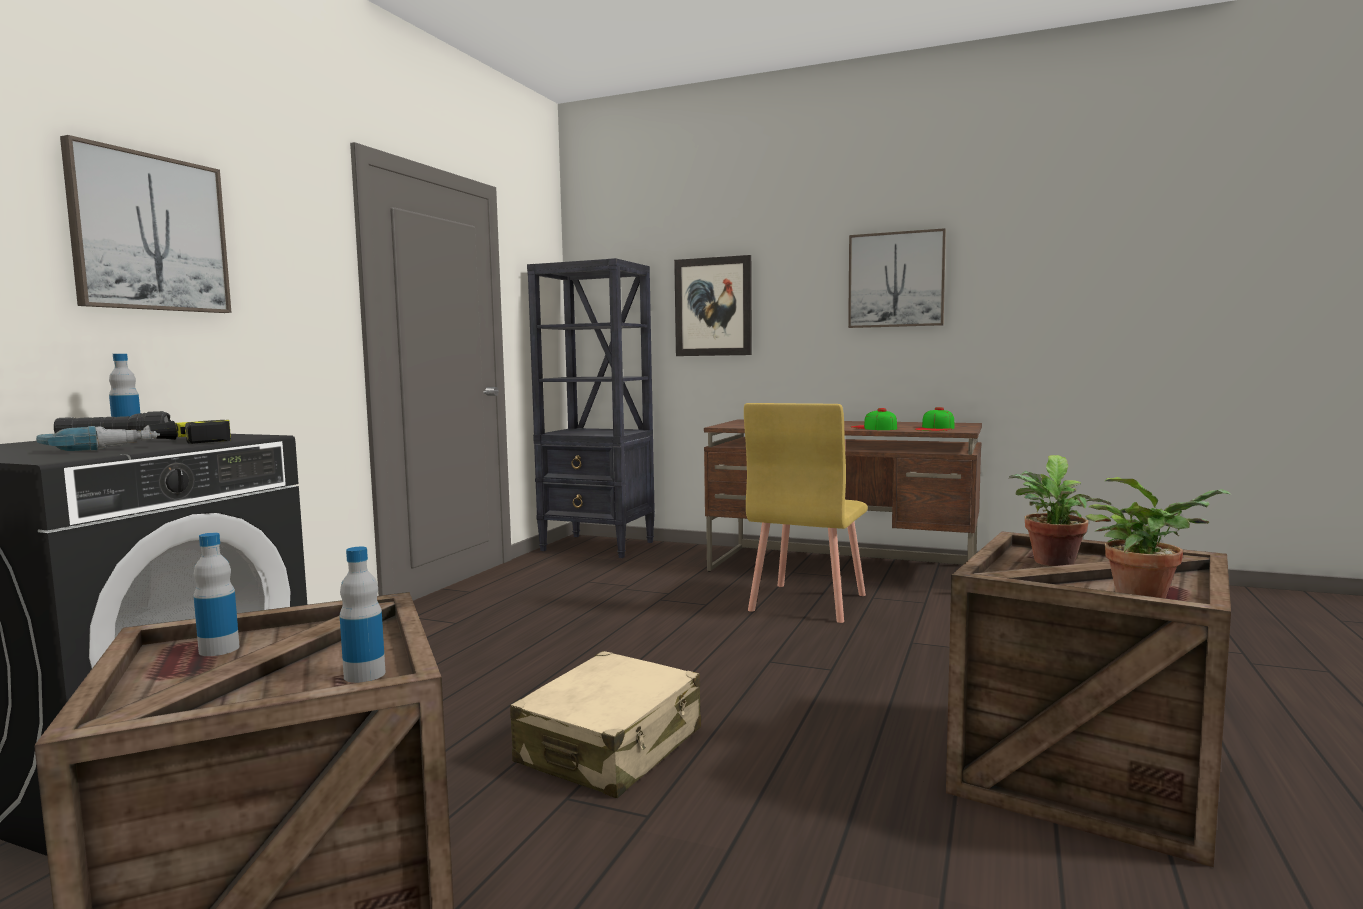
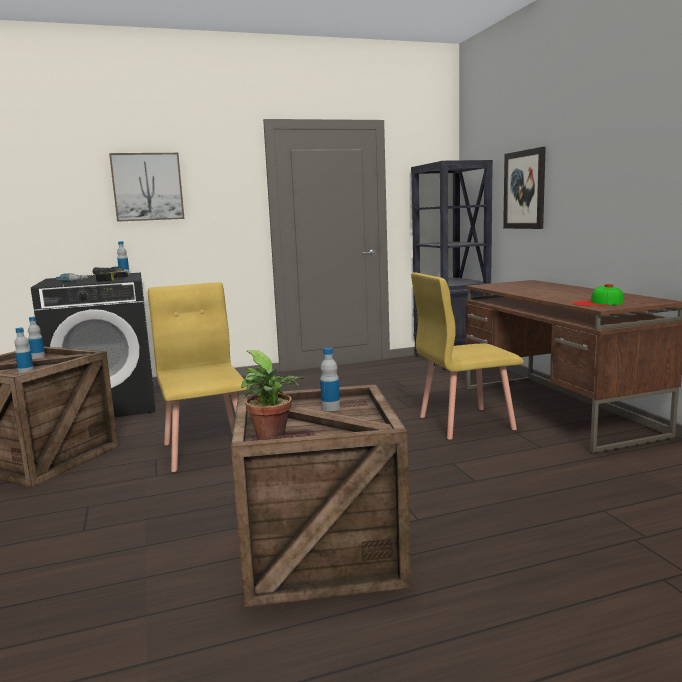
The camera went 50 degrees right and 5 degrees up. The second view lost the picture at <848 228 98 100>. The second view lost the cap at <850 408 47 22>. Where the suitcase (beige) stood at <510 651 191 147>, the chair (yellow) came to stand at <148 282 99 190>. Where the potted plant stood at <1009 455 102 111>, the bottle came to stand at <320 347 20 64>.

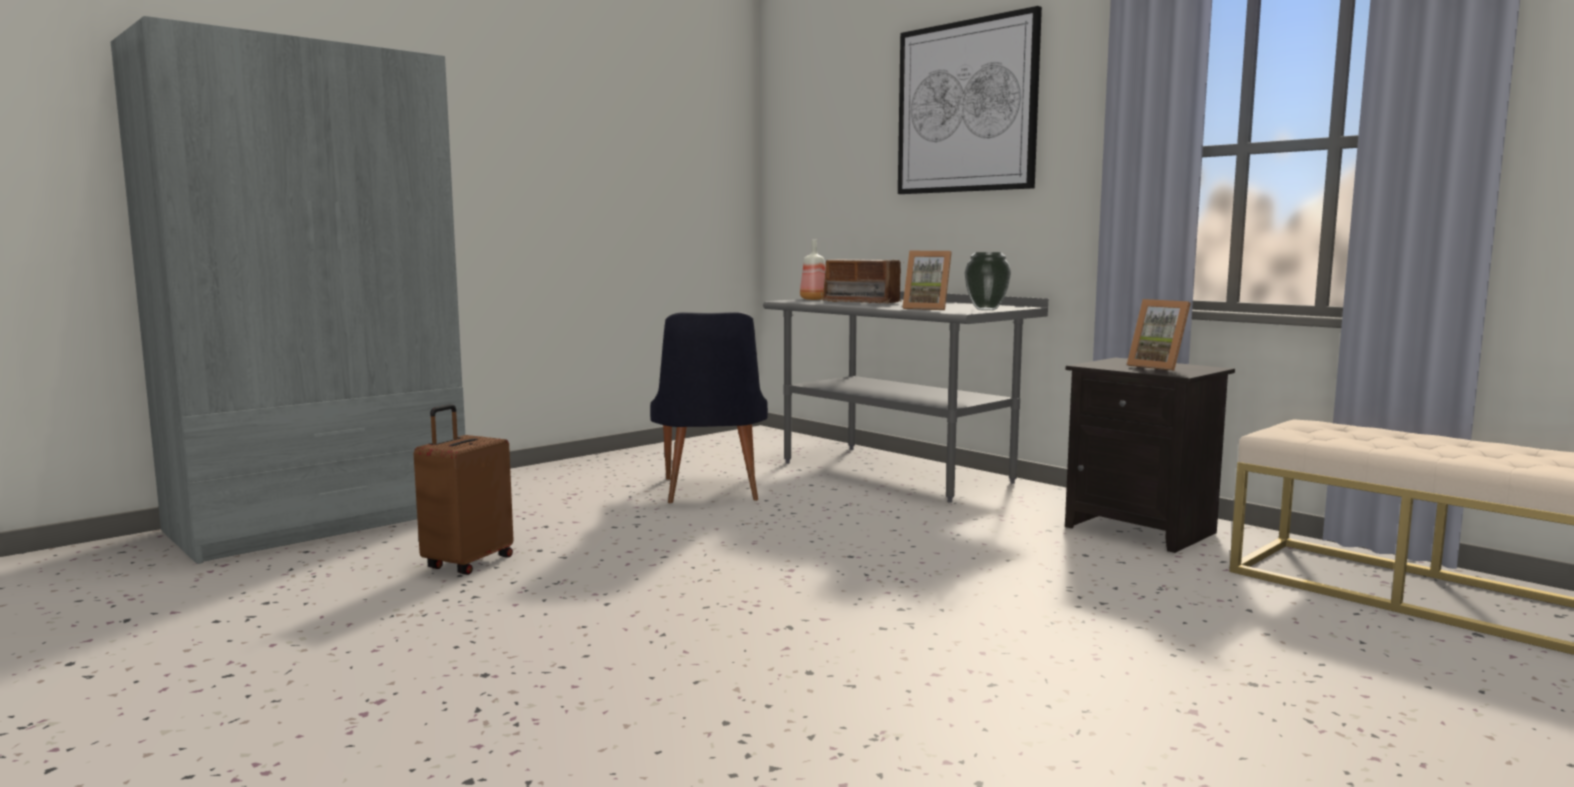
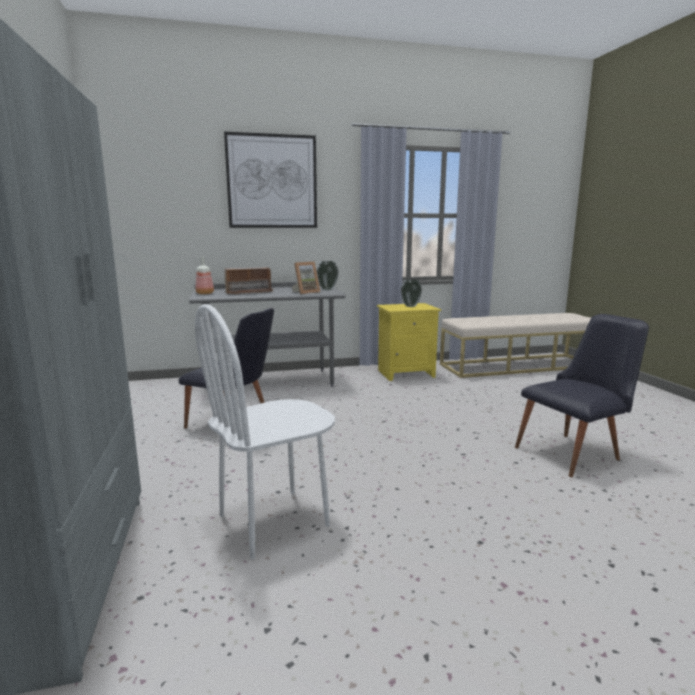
The camera went 60 degrees left and 5 degrees up. The second view gained the chair (black) at <515 314 134 163>. Where the suitcase (brown) stood at <414 404 99 171>, the chair (white) came to stand at <195 304 140 256>. Where the picture frame stood at <1127 299 64 72>, the vase came to stand at <401 279 21 28>. What was the nightstand (black) at <1065 358 170 195> turned into the nightstand (yellow) at <377 303 64 78>.

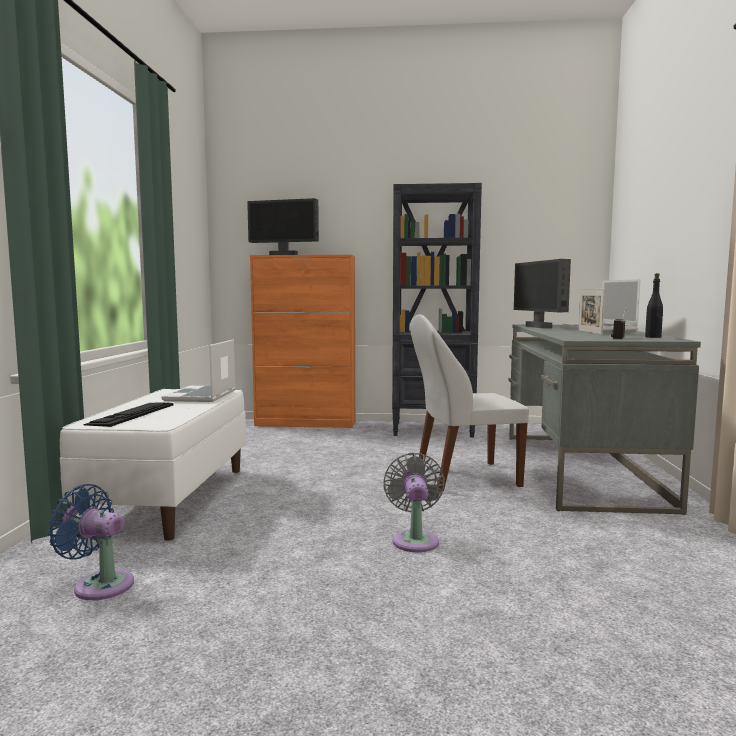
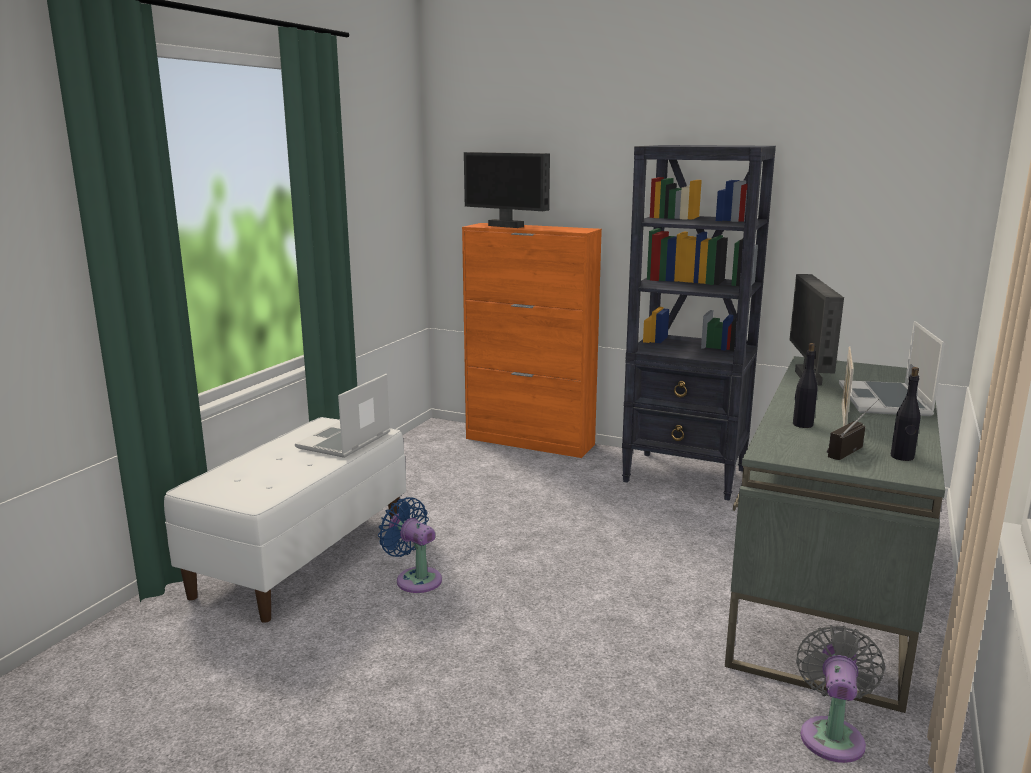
The camera went 20 degrees right and 10 degrees up. The second view lost the keyboard at <83 402 90 25>. The second view lost the chair (white) at <410 314 119 178>. The second view gained the bottle (black) at <793 343 24 85>. The fan (blue) ended up elsewhere, having gone from <47 484 87 116> to <378 497 64 96>. The fan (grey) ended up elsewhere, having gone from <383 453 62 99> to <796 625 89 138>.

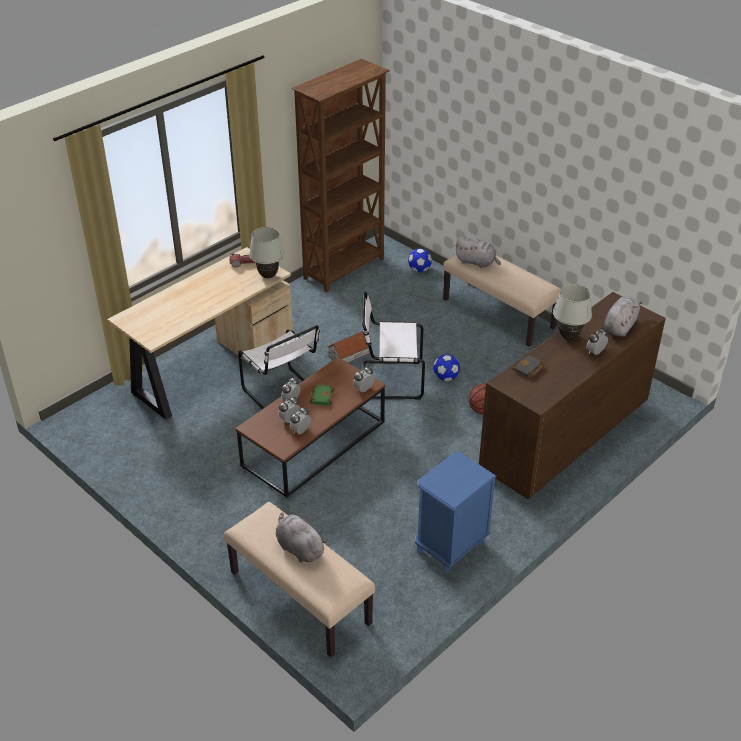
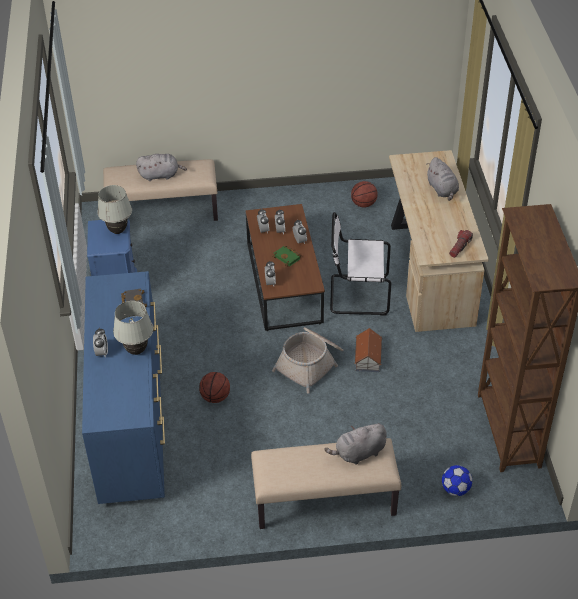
The camera went 130 degrees right and 5 degrees up. The second view lost the football at <433 354 27 27>. The second view gained the basketball at <351 181 27 27>. The table lamp (white) ended up elsewhere, having gone from <249 227 35 52> to <97 185 35 49>. The plush toy (grey) ended up elsewhere, having gone from <604 296 39 41> to <426 157 33 44>. Where the chair (white) stood at <362 292 63 107>, the basket came to stand at <272 327 71 67>. What was the dresser (brown) at <479 292 187 207> turned into the dresser (blue) at <82 271 83 233>.

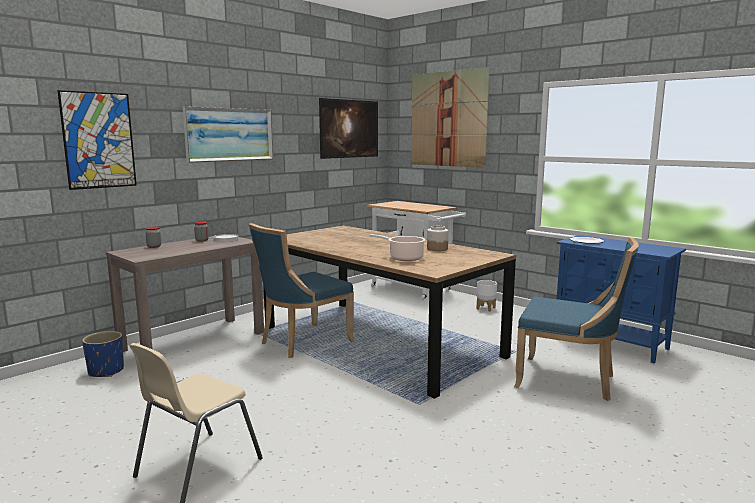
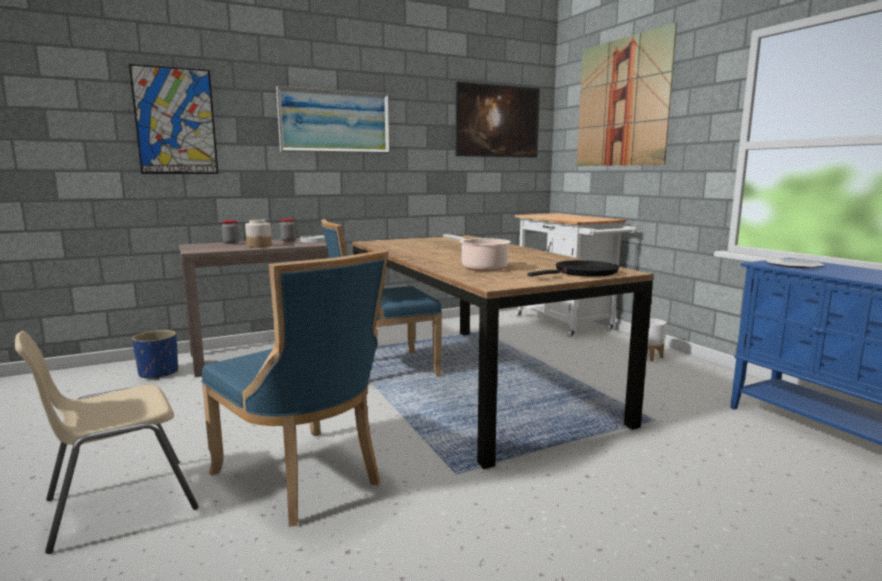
The camera went 20 degrees right and 0 degrees up. The second view gained the frying pan (black) at <528 260 91 17>. The jar ended up elsewhere, having gone from <427 226 21 25> to <245 219 27 29>. The chair (blue) ended up elsewhere, having gone from <514 237 125 164> to <201 250 188 277>.

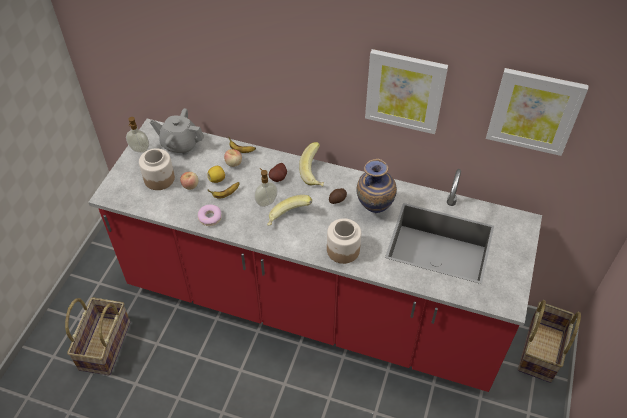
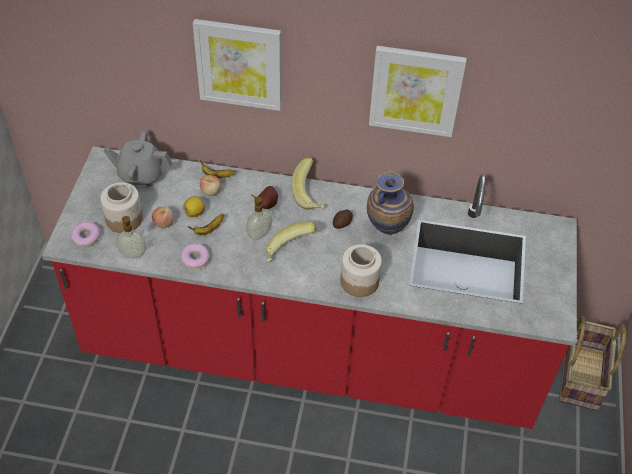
The camera went 10 degrees left and 0 degrees up. The second view lost the basket at <65 297 65 78>. The second view gained the donut at <71 221 29 26>. The soap dispenser ended up elsewhere, having gone from <126 117 23 36> to <116 216 30 42>. The picture ended up elsewhere, having gone from <486 68 103 88> to <193 19 89 92>.

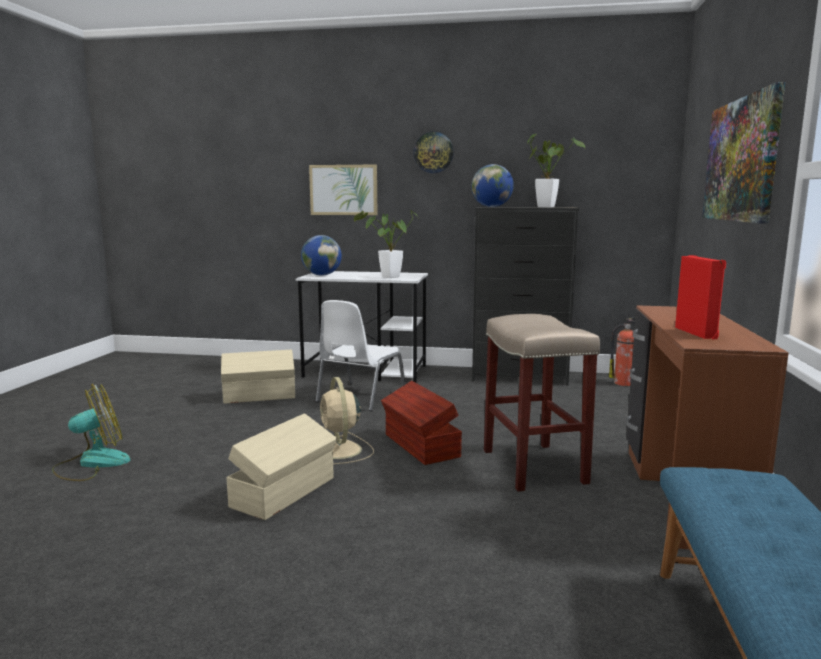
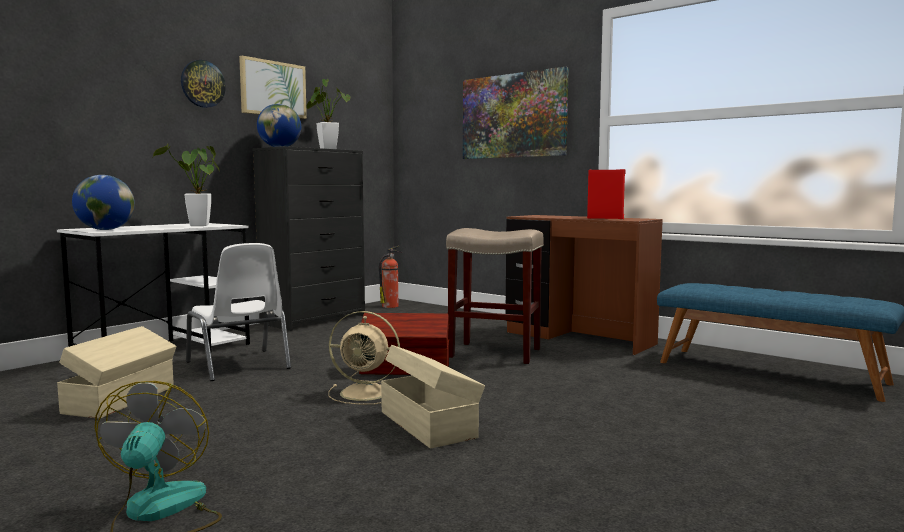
The camera went 60 degrees left and 5 degrees down. The picture ended up elsewhere, having gone from <309 165 68 50> to <239 56 68 63>.

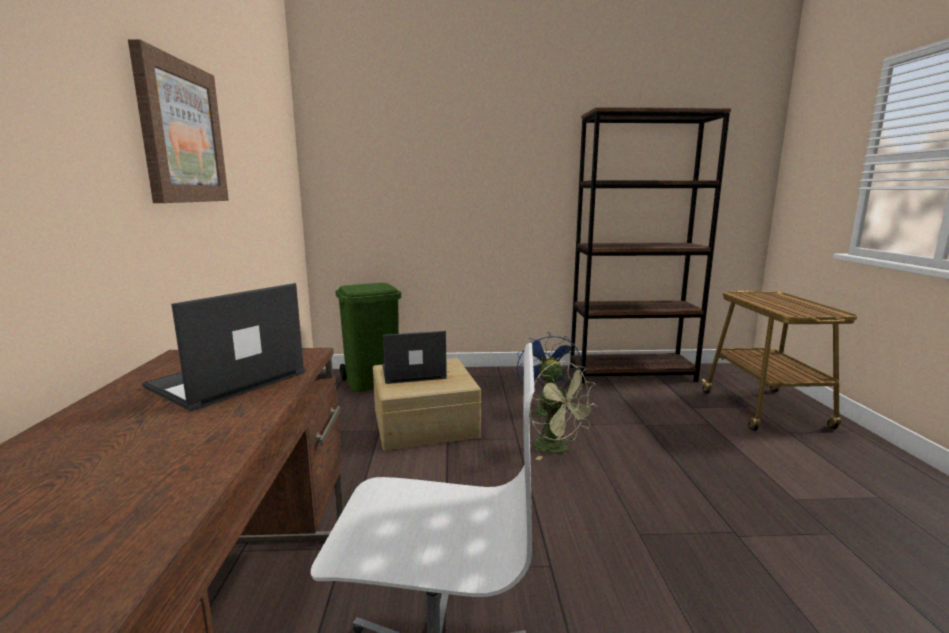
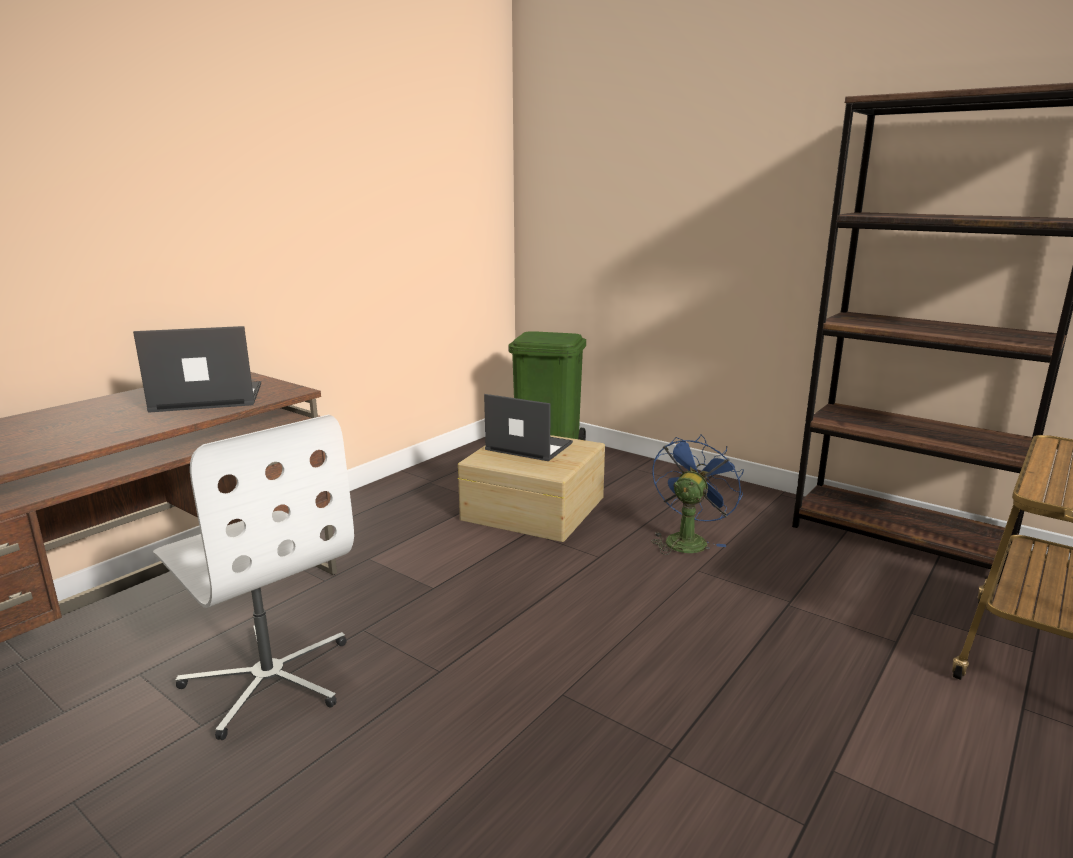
The camera went 40 degrees right and 5 degrees up. The second view lost the picture at <128 39 101 164>. The second view lost the fan (green) at <530 361 68 99>.

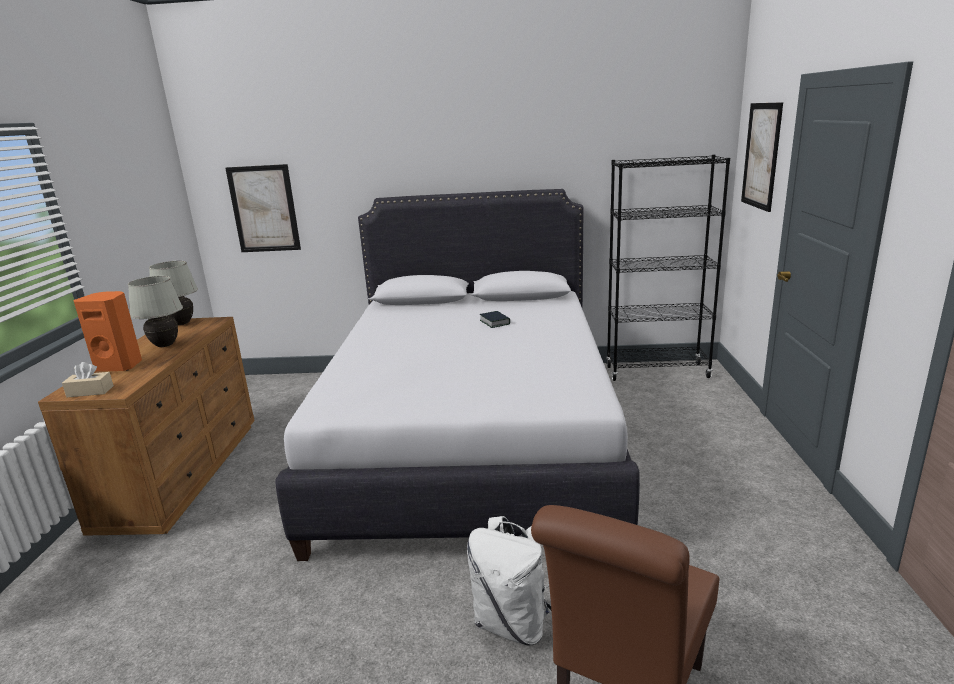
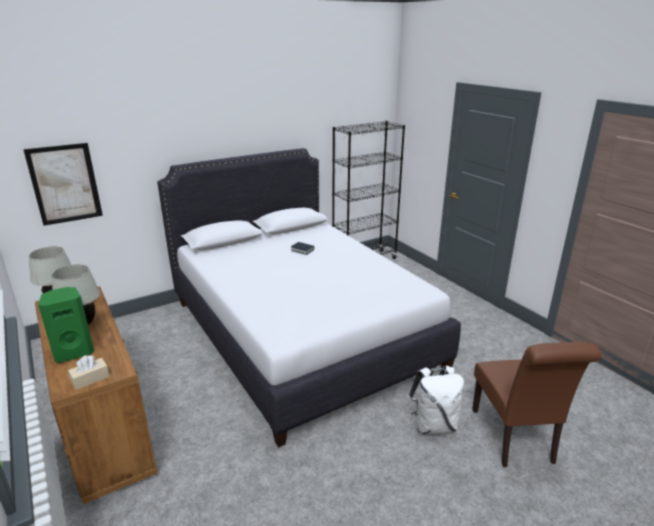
The camera went 35 degrees left and 5 degrees up. The second view lost the picture at <741 102 42 110>. What was the speaker (orange) at <73 291 69 80> turned into the speaker (green) at <38 287 56 76>.

